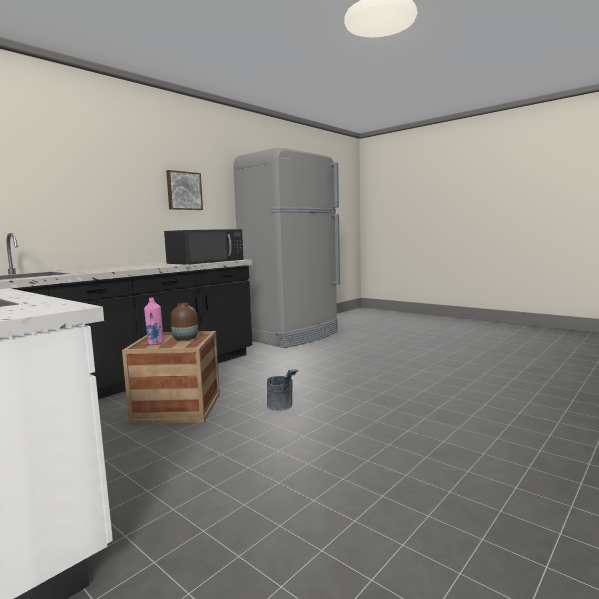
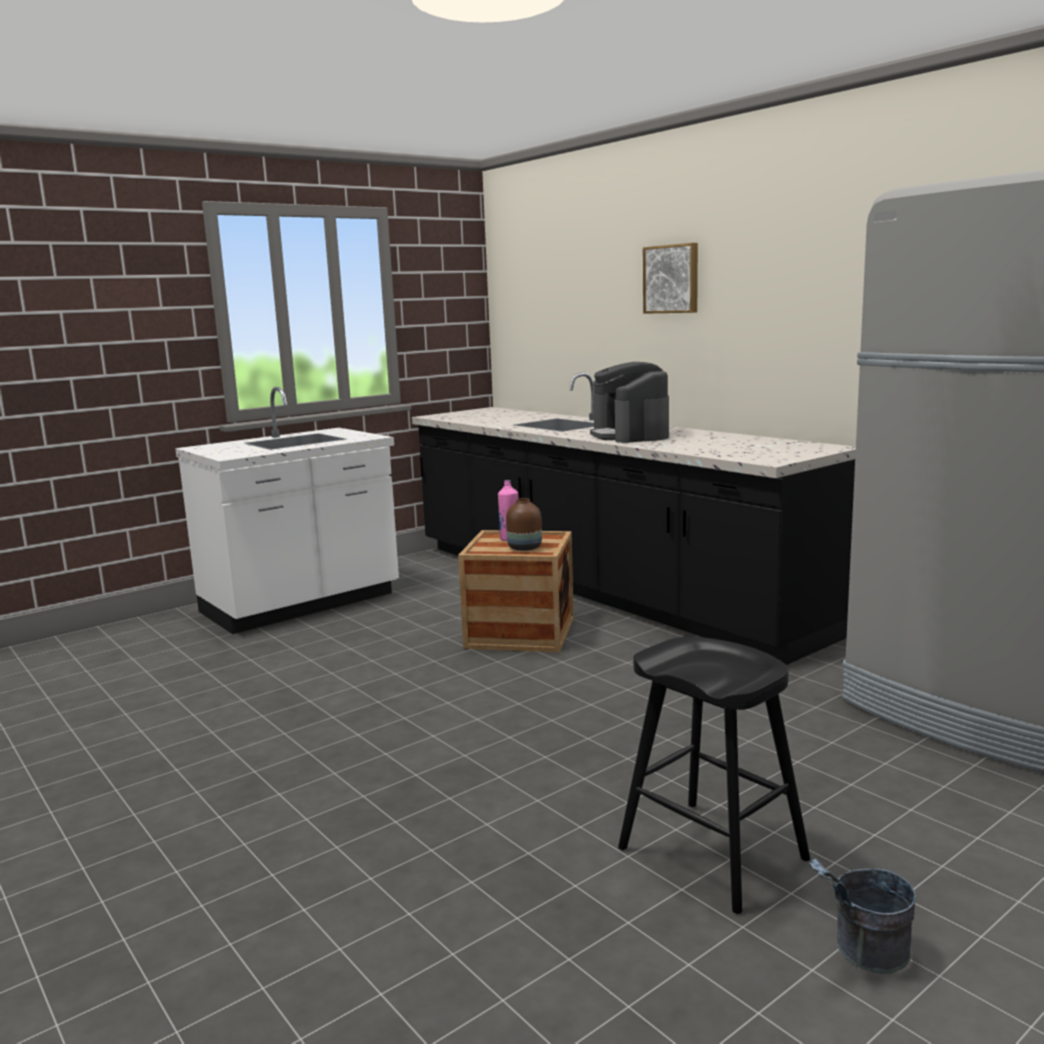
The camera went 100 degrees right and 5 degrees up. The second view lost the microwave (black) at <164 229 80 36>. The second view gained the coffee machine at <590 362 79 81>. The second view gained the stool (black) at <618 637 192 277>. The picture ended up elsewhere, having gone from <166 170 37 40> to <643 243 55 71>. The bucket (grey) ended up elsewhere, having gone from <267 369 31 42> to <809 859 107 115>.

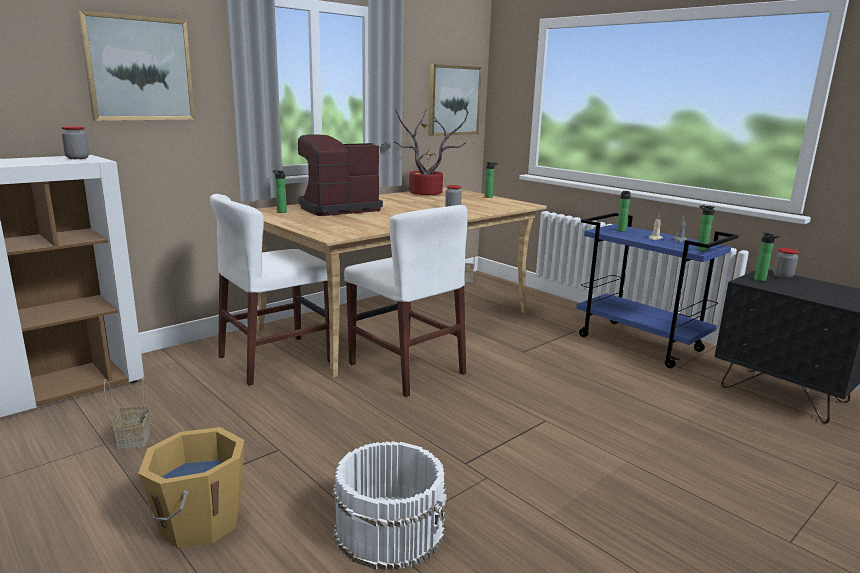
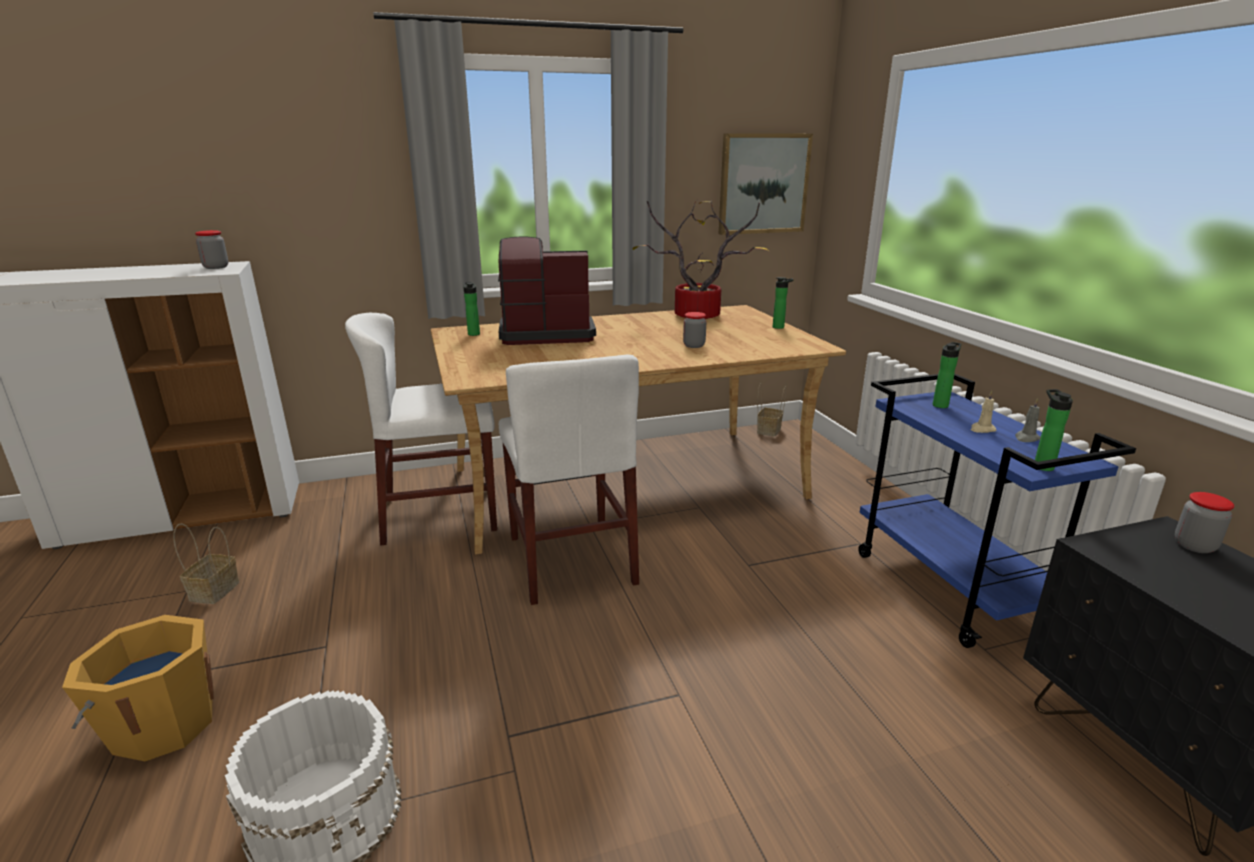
The camera went 25 degrees right and 5 degrees up. The second view lost the picture at <78 11 117 110>. The second view lost the bottle at <754 232 27 49>.

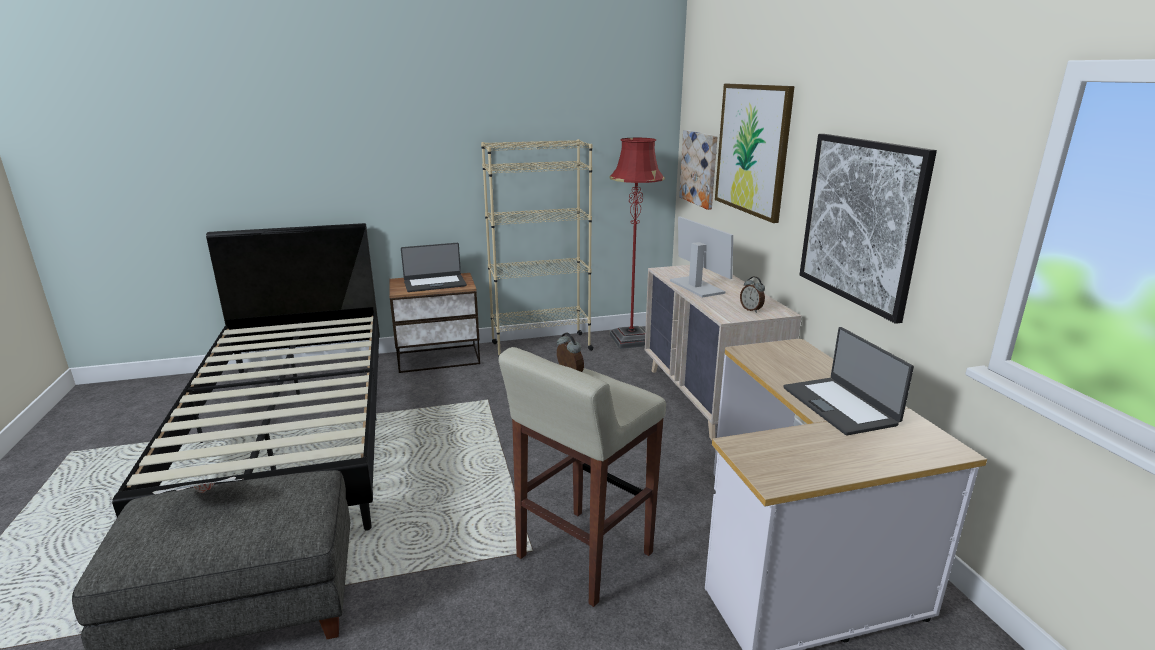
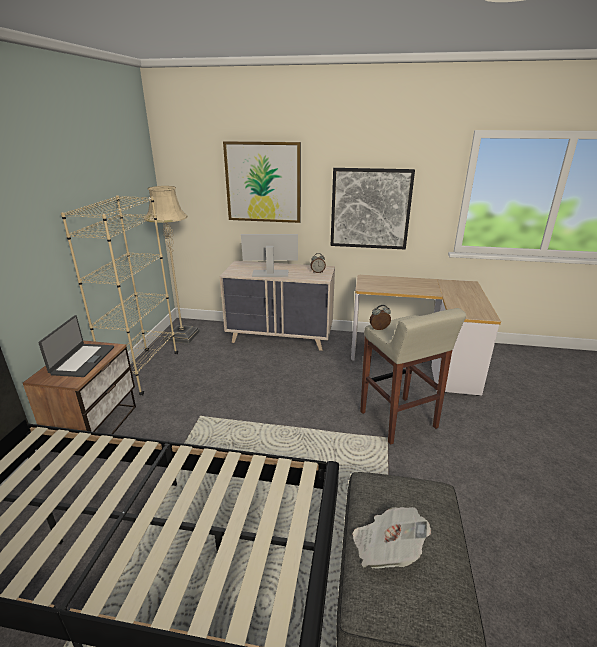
The camera went 65 degrees left and 5 degrees up. The second view lost the picture at <679 130 39 80>. The second view lost the laptop at <783 327 131 108>. What was the floor lamp (red) at <610 138 55 211> turned into the floor lamp (beige) at <144 186 56 158>.

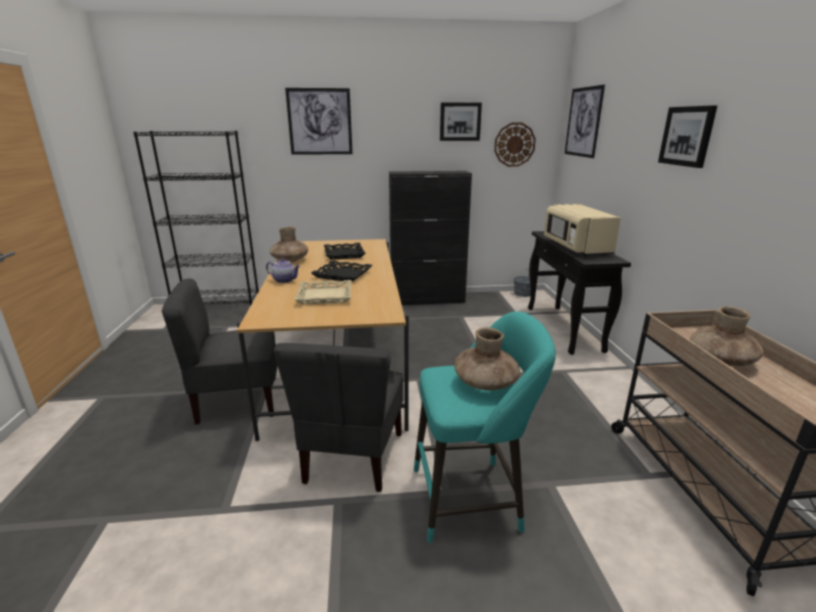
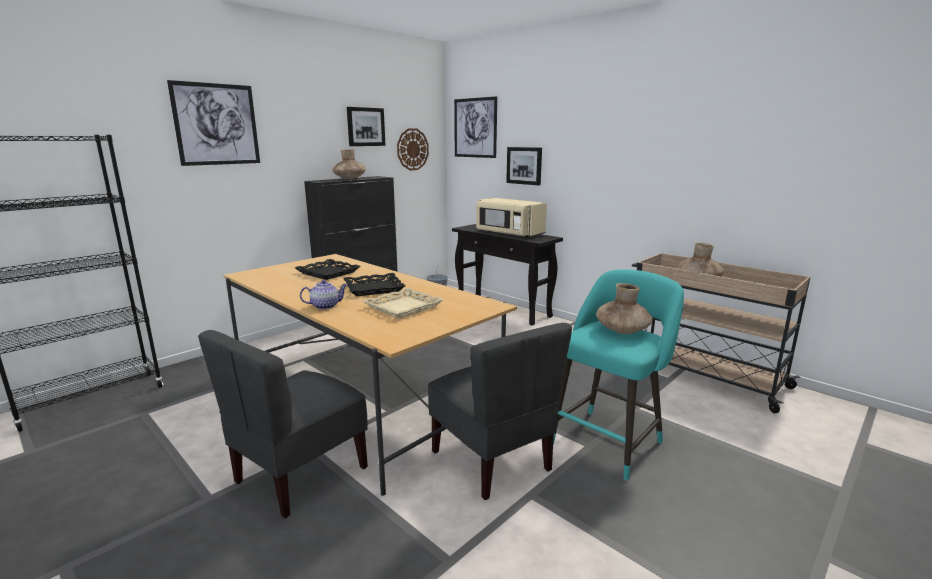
The camera went 40 degrees left and 5 degrees down. The vase (brown) ended up elsewhere, having gone from <270 227 38 35> to <332 149 34 30>. The picture ended up elsewhere, having gone from <658 105 60 63> to <506 147 36 38>.

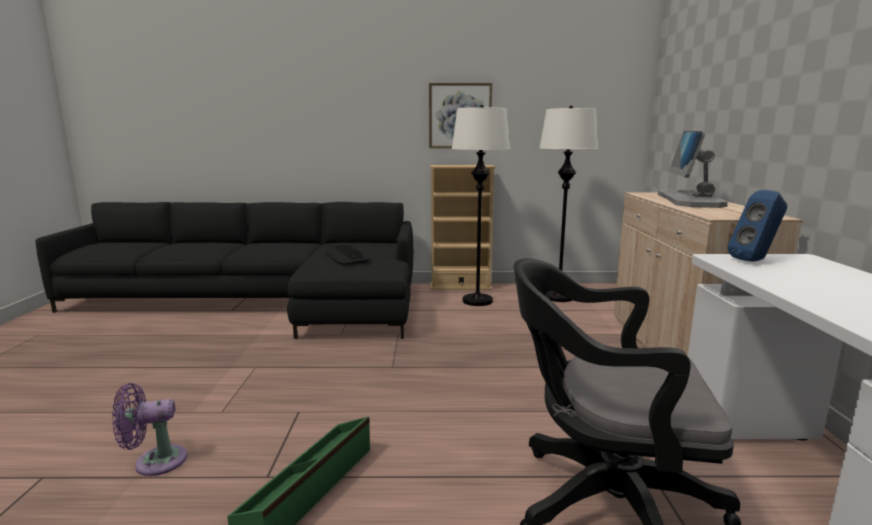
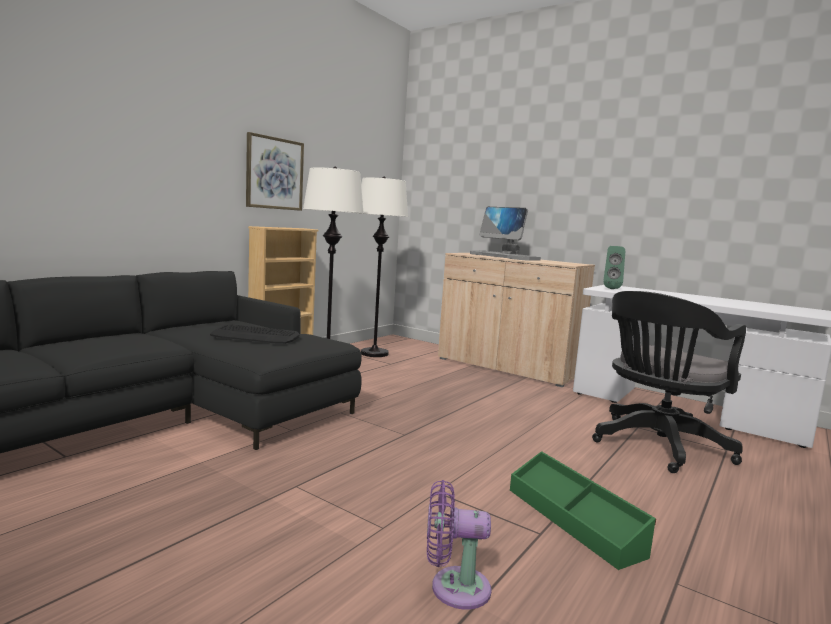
The camera went 55 degrees left and 5 degrees down. What was the speaker (blue) at <727 190 60 72> turned into the speaker (green) at <603 246 22 43>. The fan (purple) at <112 383 76 93> ended up facing another way, 75 degrees clockwise from before.

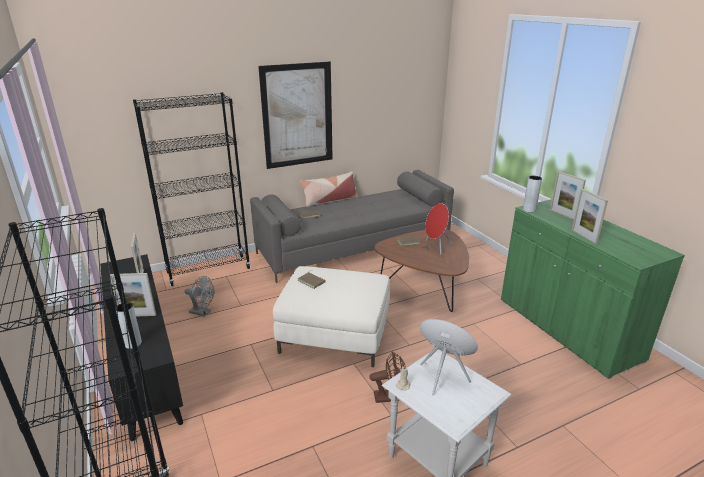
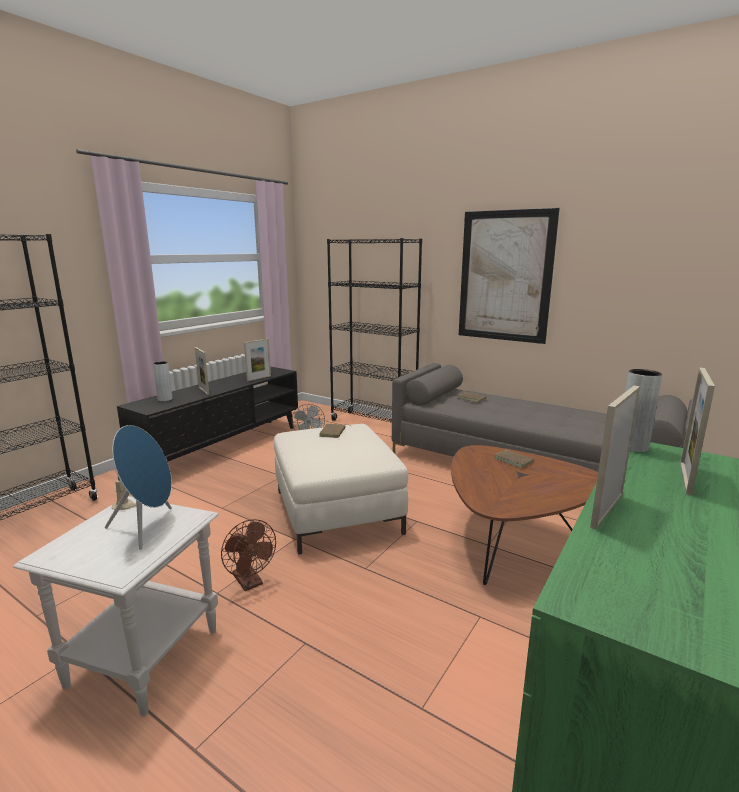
The camera went 60 degrees right and 10 degrees down. The second view lost the pillow at <300 171 58 36>. The second view lost the speaker (red) at <425 203 28 52>.

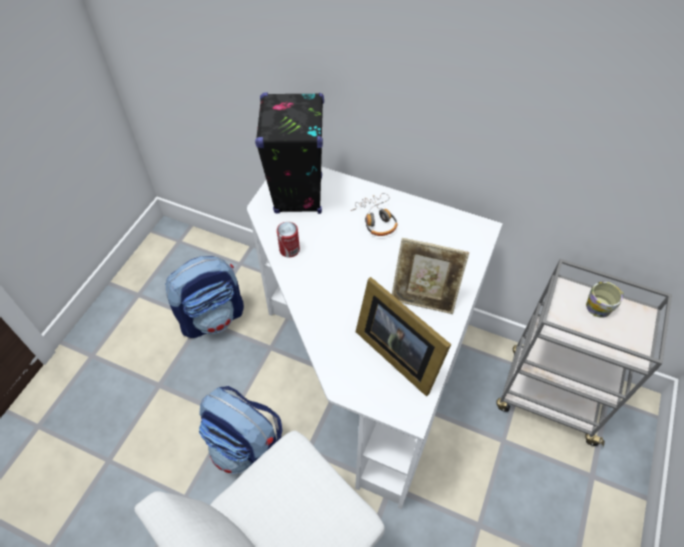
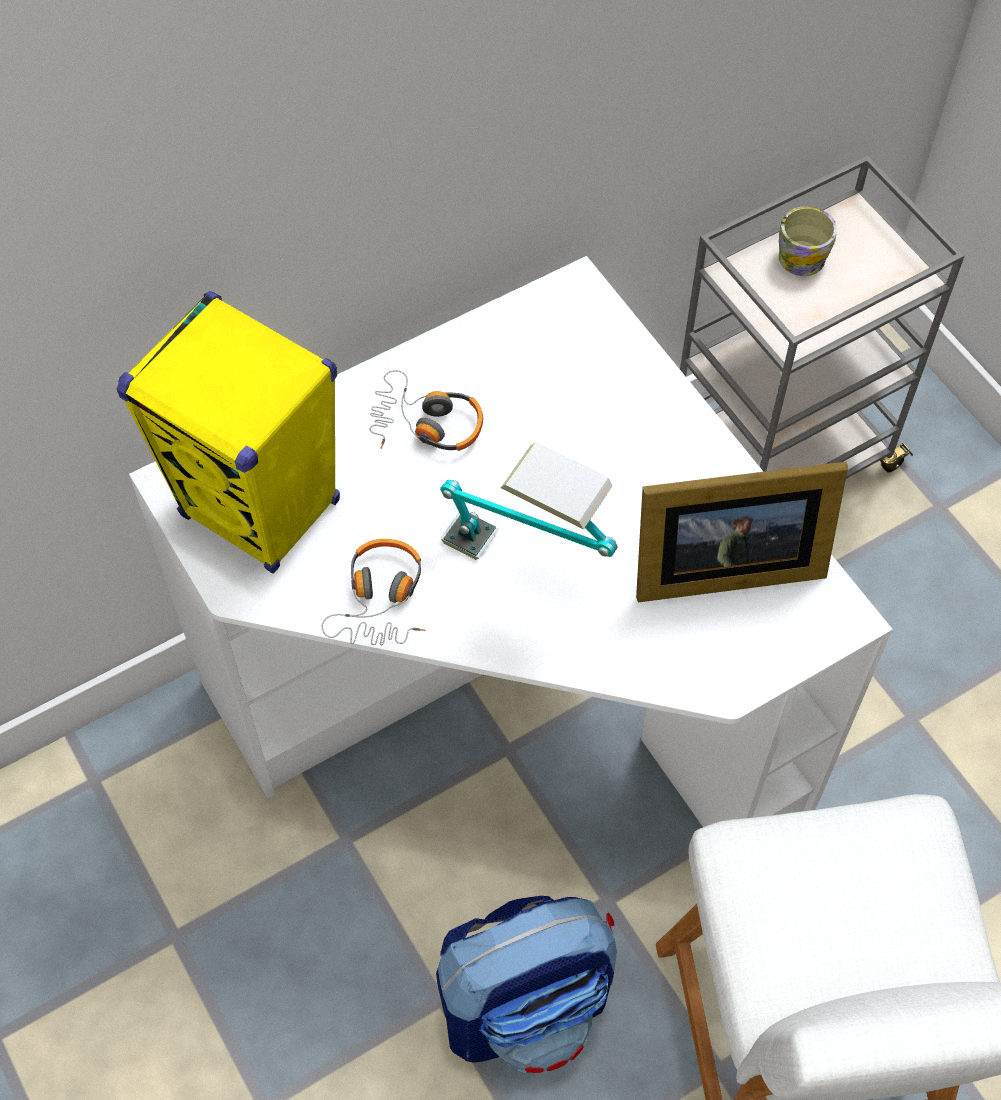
The camera went 55 degrees left and 5 degrees up. The second view lost the backpack at <165 256 79 82>. The second view lost the picture frame at <392 238 77 76>. The second view gained the table lamp at <440 442 178 118>. Where the can stood at <277 222 23 35>, the headphones came to stand at <321 539 104 106>. What was the speaker (black) at <255 92 69 122> turned into the speaker (yellow) at <117 291 223 283>.

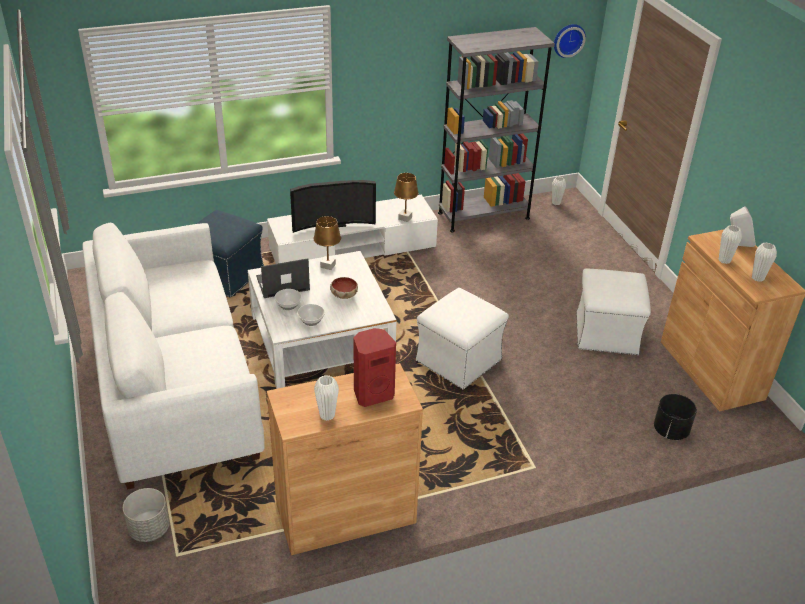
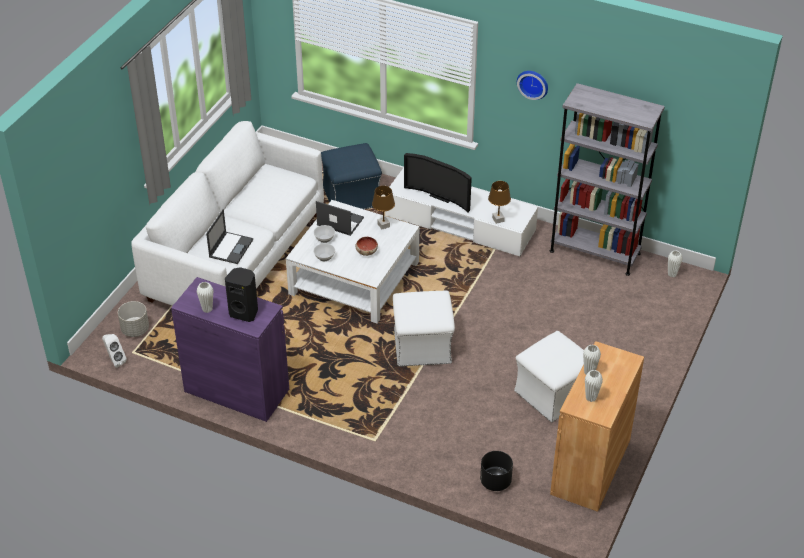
The camera went 45 degrees right and 5 degrees up. The second view gained the laptop at <206 209 47 55>. The wall clock ended up elsewhere, having gone from <554 24 32 34> to <517 71 31 29>. The speaker (white) ended up elsewhere, having gone from <730 206 26 41> to <102 334 25 34>. What was the cabinet (brown) at <267 363 156 192> turned into the cabinet (purple) at <171 277 118 145>. What was the speaker (red) at <353 328 43 79> turned into the speaker (black) at <225 267 33 55>.

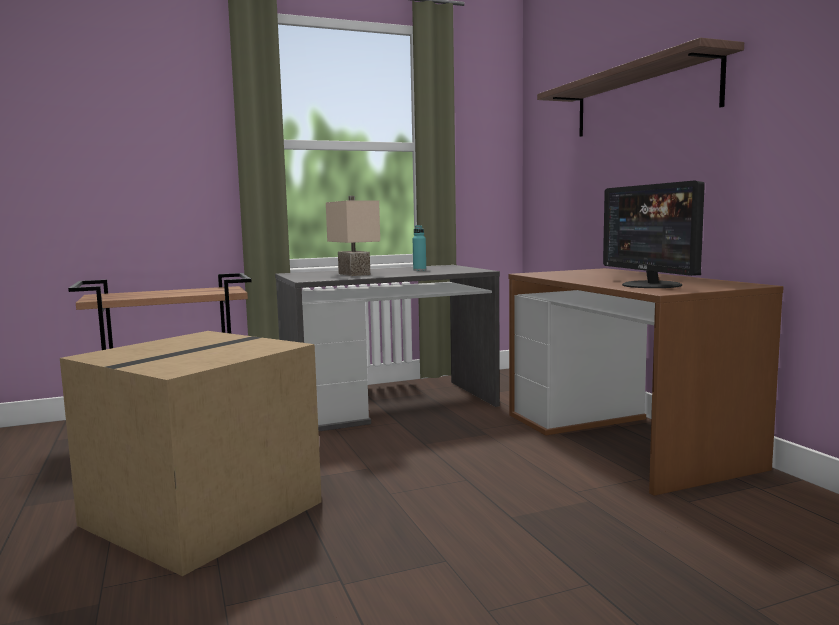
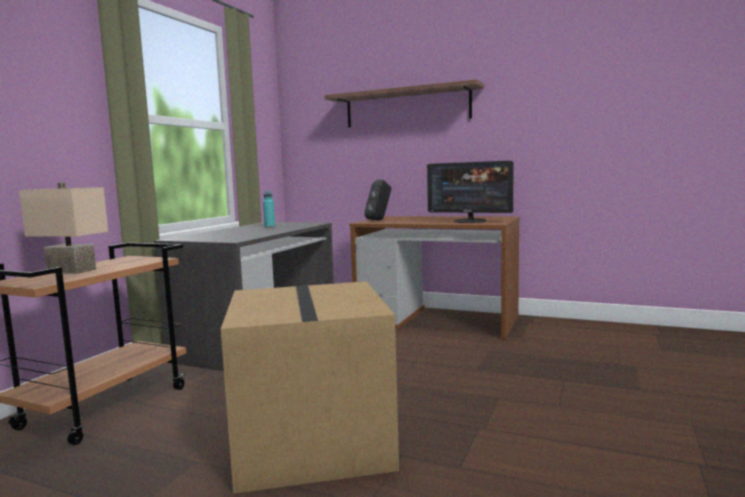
The camera went 45 degrees left and 0 degrees up. The second view gained the speaker (black) at <364 180 28 40>. The table lamp (beige) ended up elsewhere, having gone from <326 196 54 80> to <19 182 89 92>.

